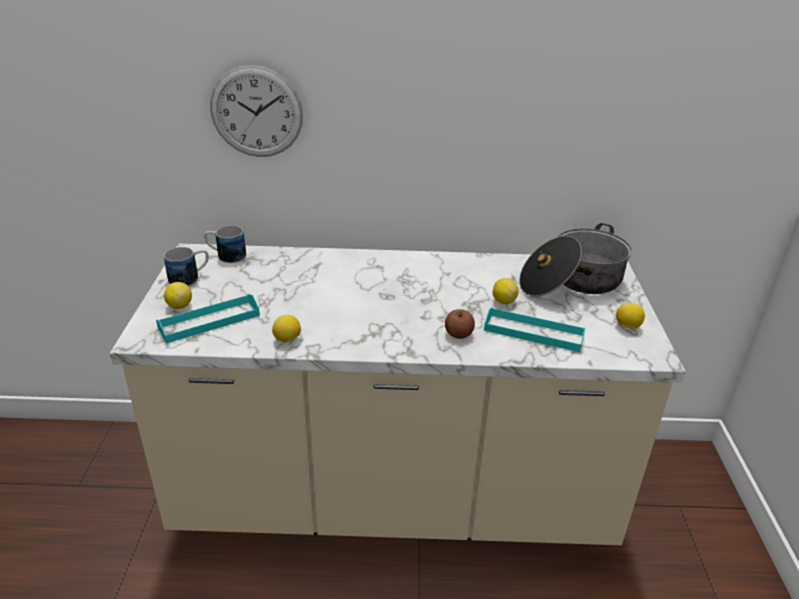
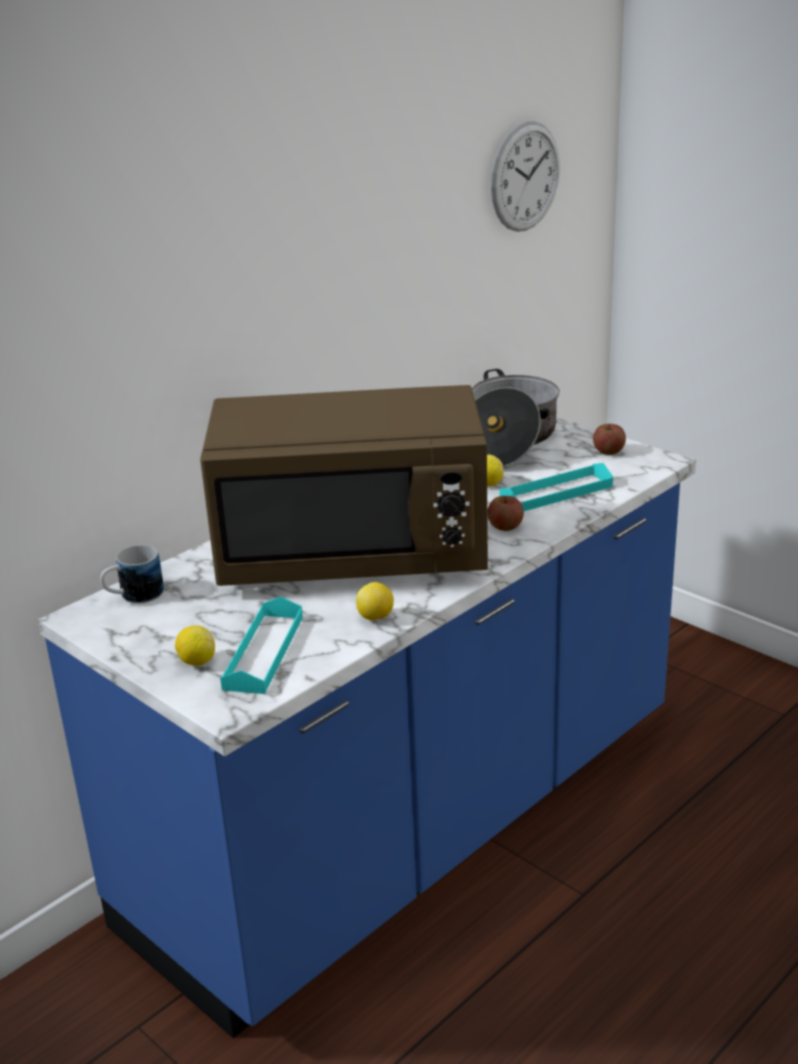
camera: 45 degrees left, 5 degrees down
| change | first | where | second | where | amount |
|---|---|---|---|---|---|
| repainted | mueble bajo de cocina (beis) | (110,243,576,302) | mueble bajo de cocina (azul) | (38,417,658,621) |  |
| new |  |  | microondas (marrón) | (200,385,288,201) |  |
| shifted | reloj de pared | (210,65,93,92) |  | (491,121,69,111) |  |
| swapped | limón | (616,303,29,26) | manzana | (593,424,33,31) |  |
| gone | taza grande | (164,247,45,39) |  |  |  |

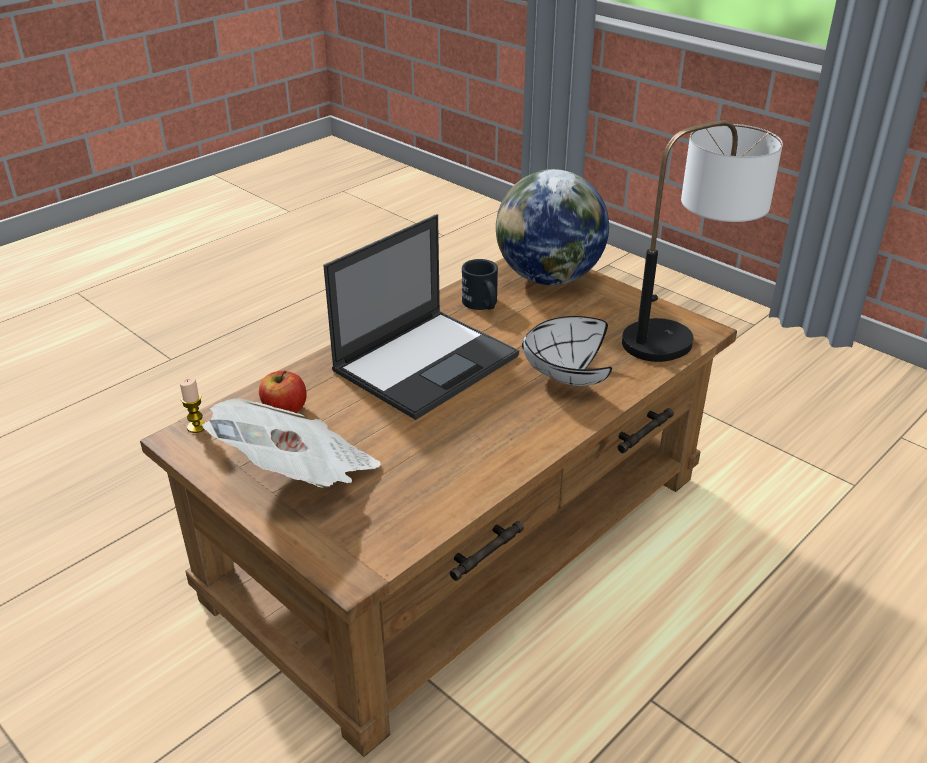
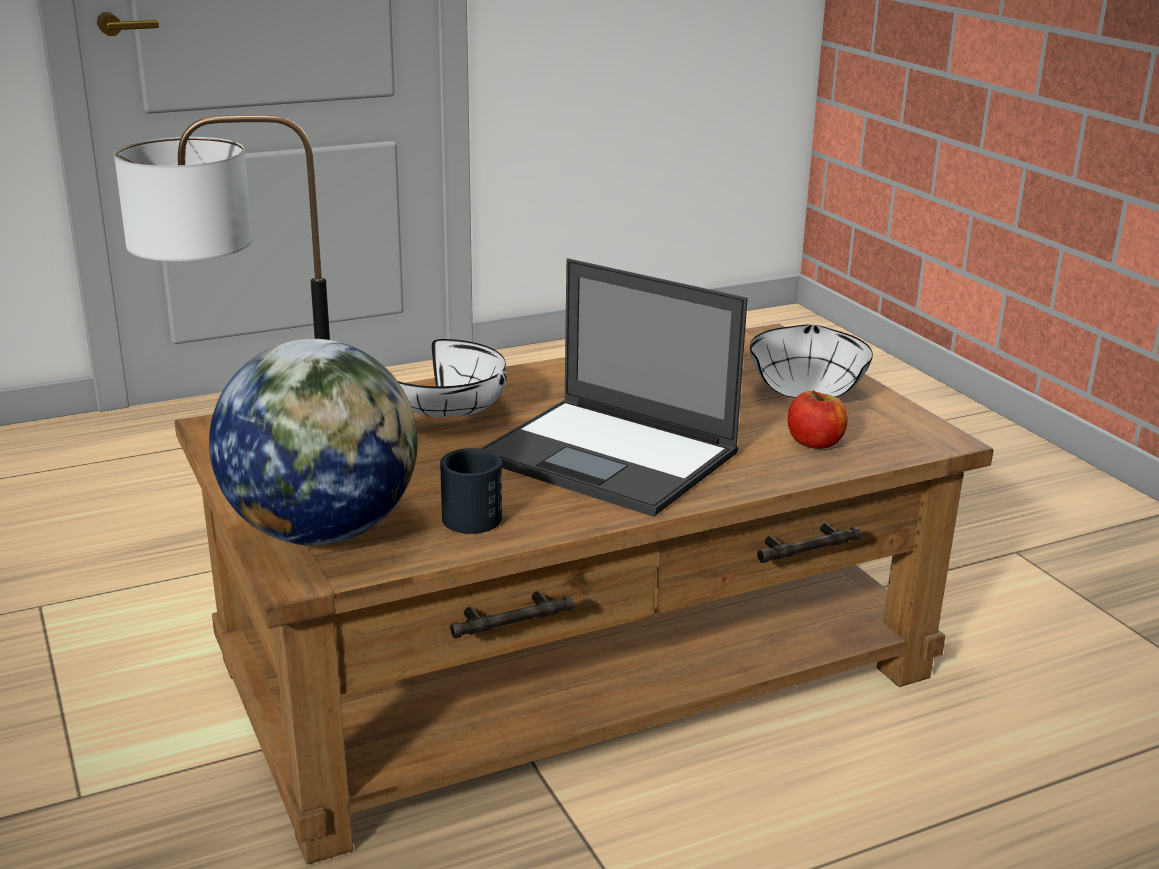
camera: 160 degrees left, 10 degrees down
| change | first | where | second | where | amount |
|---|---|---|---|---|---|
| rotated | portátil | (323,214,196,206) |  | (480,258,268,259) | 120 degrees counterclockwise |
| swapped | periódico | (202,398,179,90) | cuenco (blanco) | (750,324,123,74) |  |
| gone | vela | (180,376,25,57) |  |  |  |

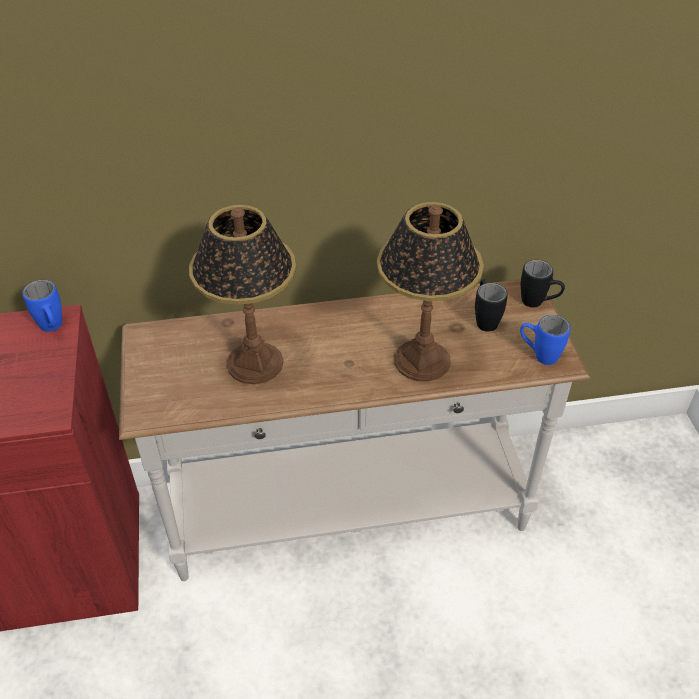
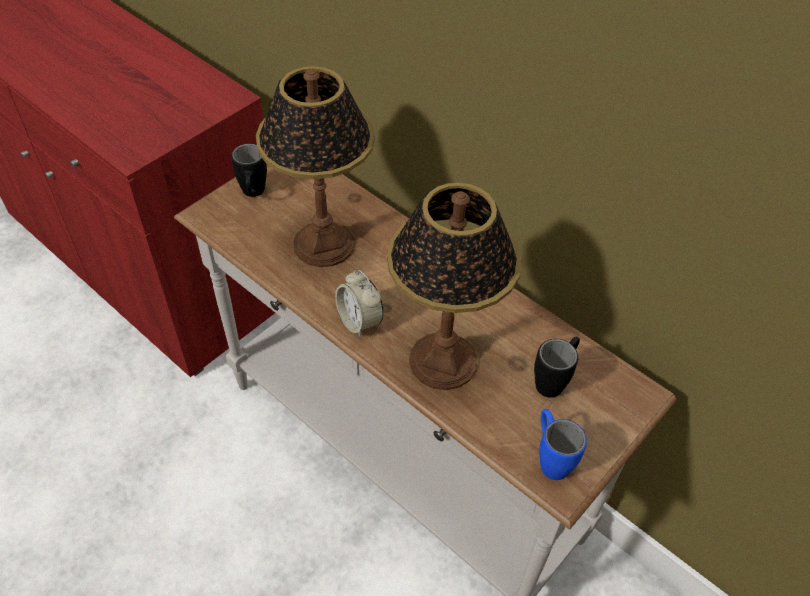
camera: 50 degrees right, 5 degrees up
| change | first | where | second | where | amount |
|---|---|---|---|---|---|
| shifted | taza grande (negro) | (521,260,44,48) |  | (231,144,36,53) |  |
| new |  |  | despertador | (335,270,48,67) |  |
| gone | taza grande (azul) | (22,280,40,52) |  |  |  |

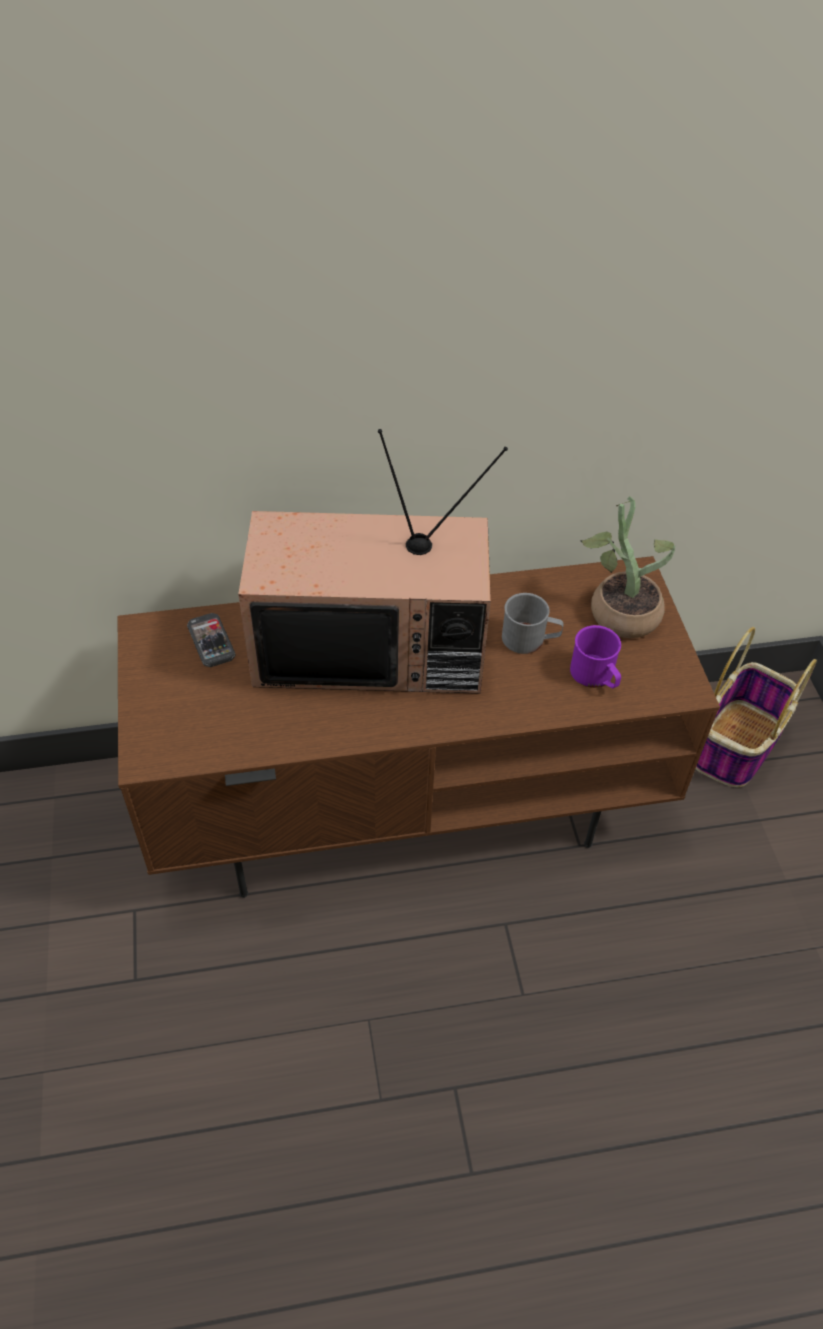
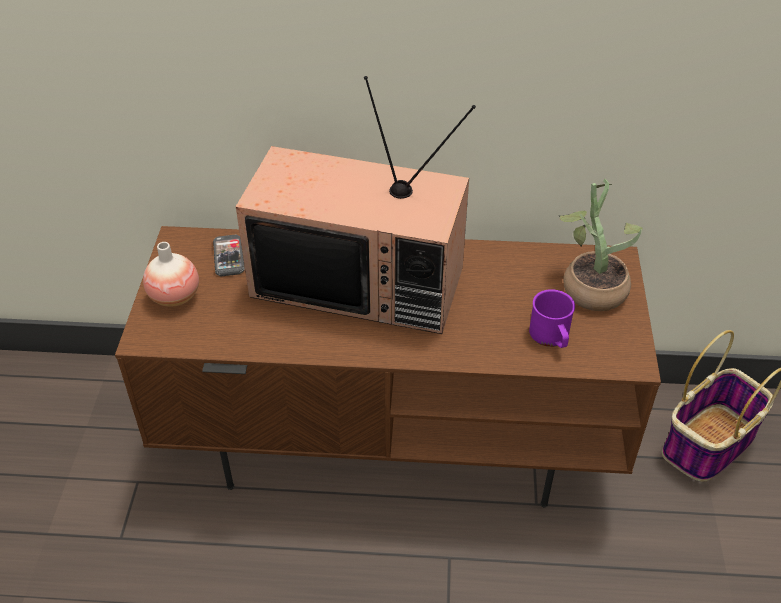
camera: 15 degrees right, 5 degrees down
| change | first | where | second | where | amount |
|---|---|---|---|---|---|
| new |  |  | florero | (143,242,56,65) |  |
| gone | taza grande (gris) | (502,593,62,61) |  |  |  |

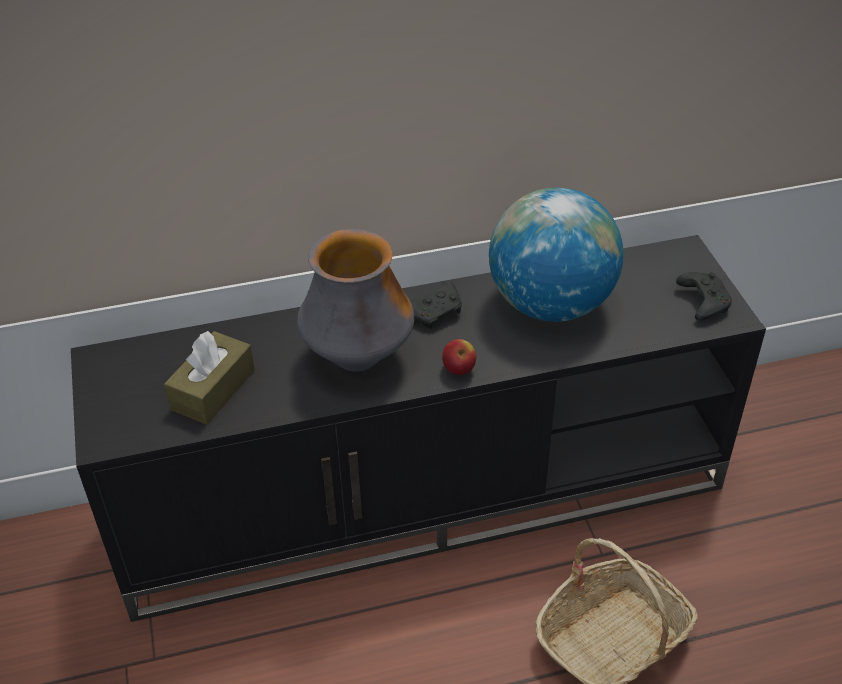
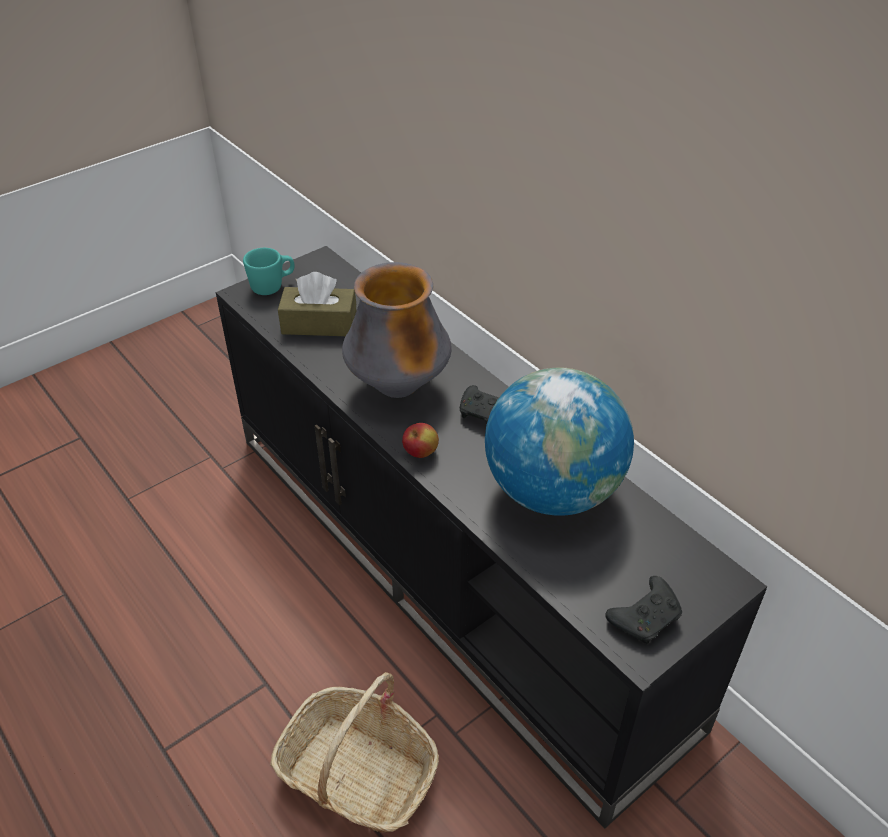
camera: 65 degrees right, 0 degrees up
| change | first | where | second | where | amount |
|---|---|---|---|---|---|
| new |  |  | taza grande (turquesa) | (243,248,52,47) |  |

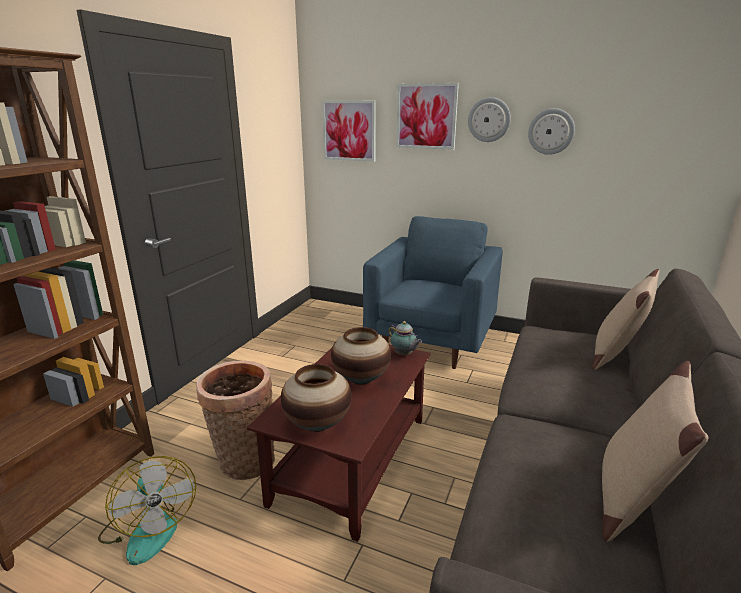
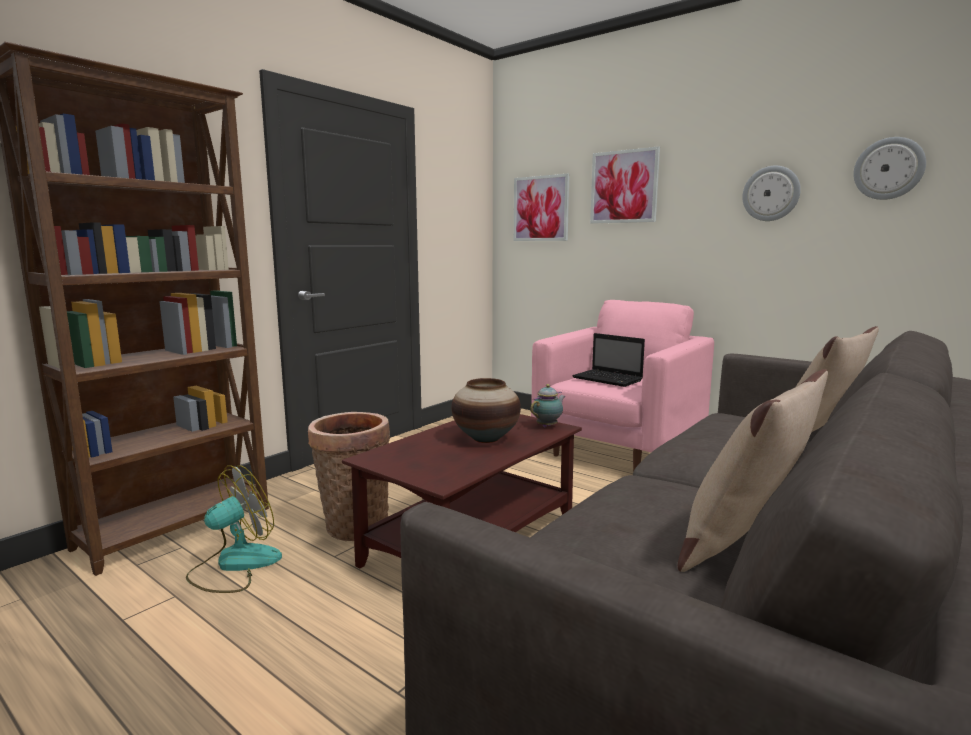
camera: 15 degrees right, 10 degrees down
| change | first | where | second | where | amount |
|---|---|---|---|---|---|
| rotated | ventilador | (98,456,98,109) |  | (186,465,96,128) | 120 degrees counterclockwise |
| rotated | tetera | (389,321,33,35) |  | (530,384,36,43) | 105 degrees counterclockwise |
| repainted | sillón (azul) | (363,216,140,153) | sillón (rosa) | (531,300,183,172) |  |
| new |  |  | portátil | (572,333,73,54) |  |
| shifted | reloj de pared | (468,97,43,45) |  | (853,137,73,63) |  |
| gone | florero | (281,364,70,68) |  |  |  |

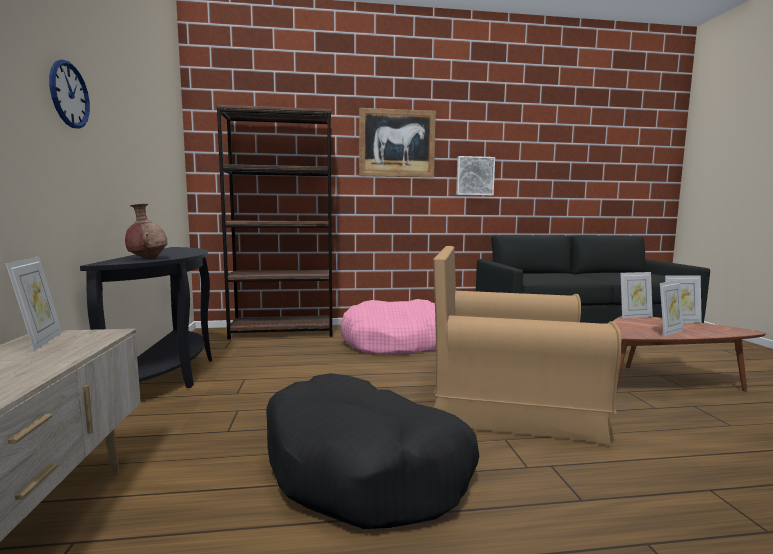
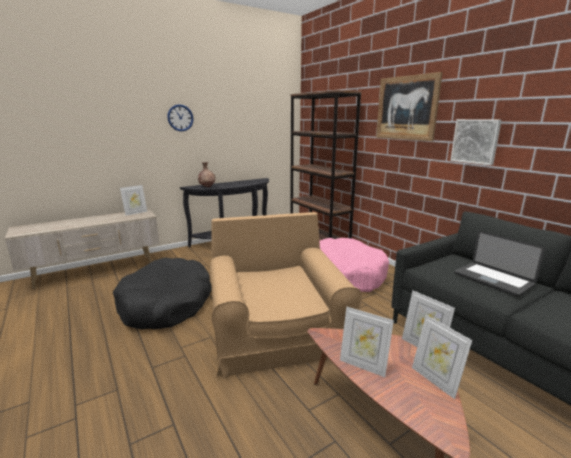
camera: 65 degrees right, 10 degrees up
| change | first | where | second | where | amount |
|---|---|---|---|---|---|
| new |  |  | portátil | (454,231,91,66) |  |

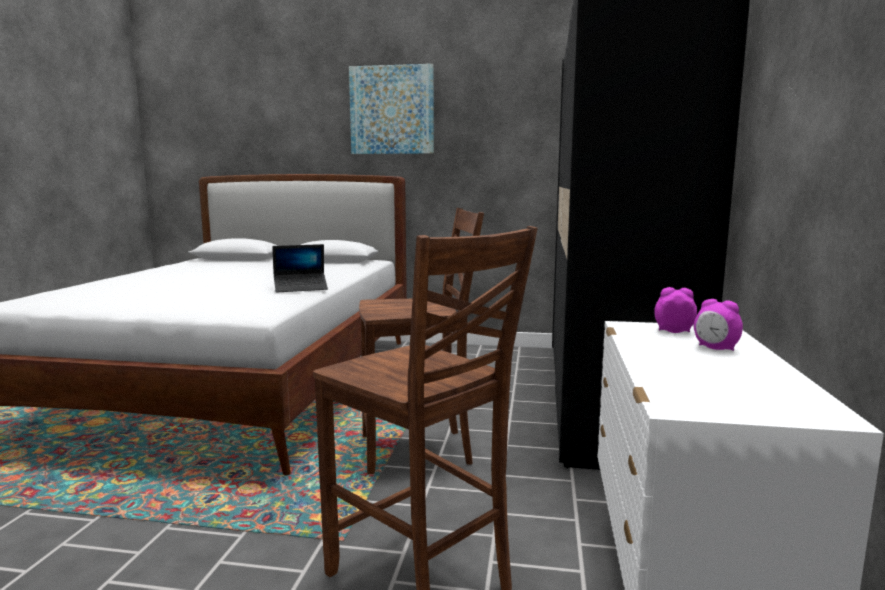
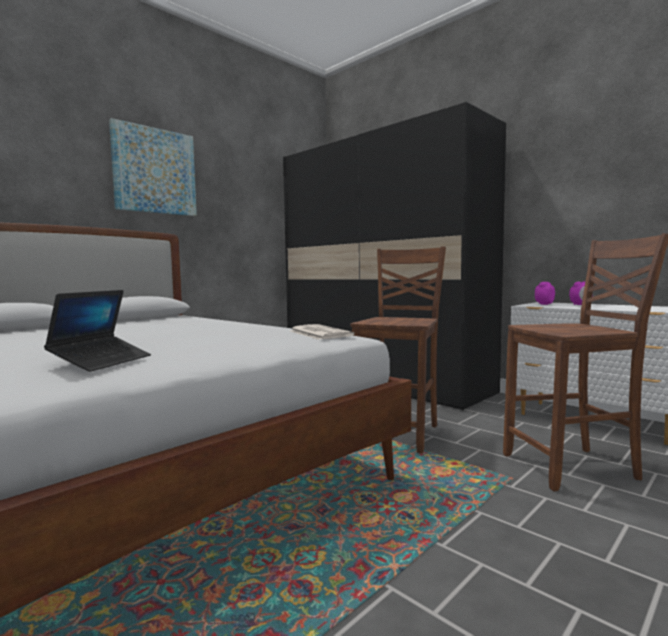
camera: 55 degrees left, 5 degrees down
| change | first | where | second | where | amount |
|---|---|---|---|---|---|
| shifted | portátil | (272,244,56,48) |  | (44,290,107,82) |  |
| new |  |  | periódico | (290,324,64,16) |  |

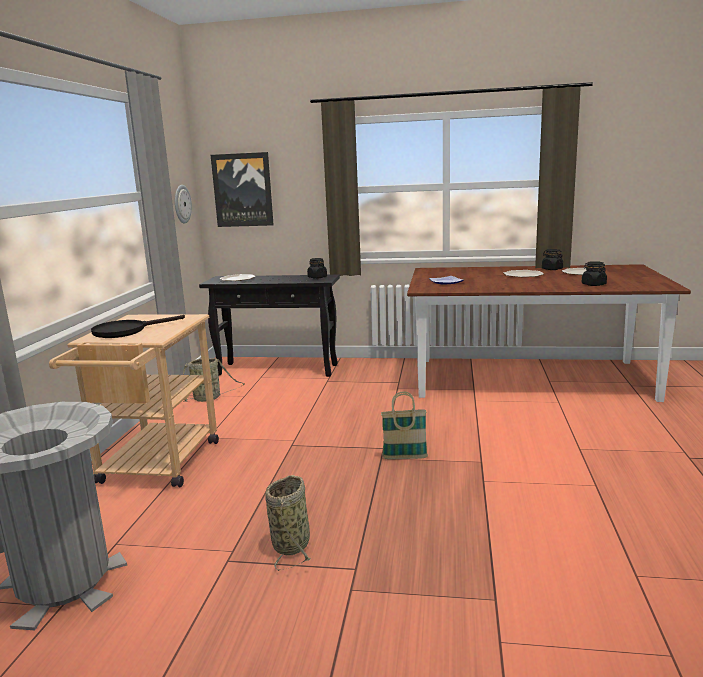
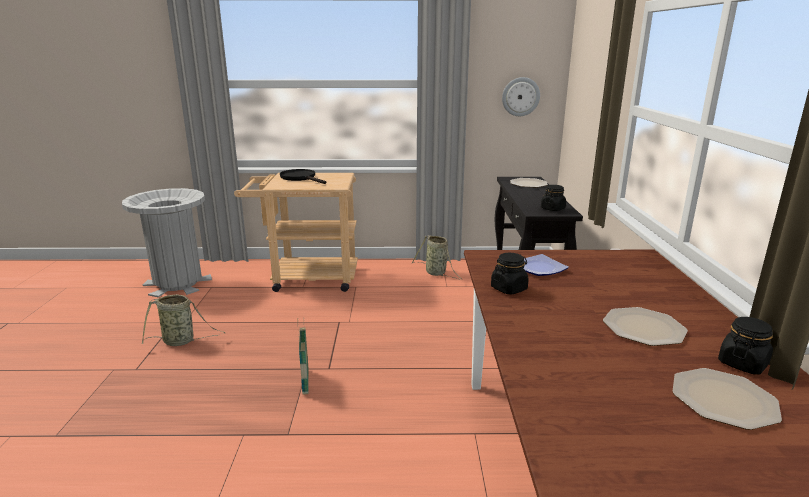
camera: 80 degrees right, 5 degrees up
| change | first | where | second | where | amount |
|---|---|---|---|---|---|
| shifted | tarro (negro) | (582,261,25,25) |  | (491,253,38,42) |  |
| gone | cuadro | (211,152,63,75) |  |  |  |

